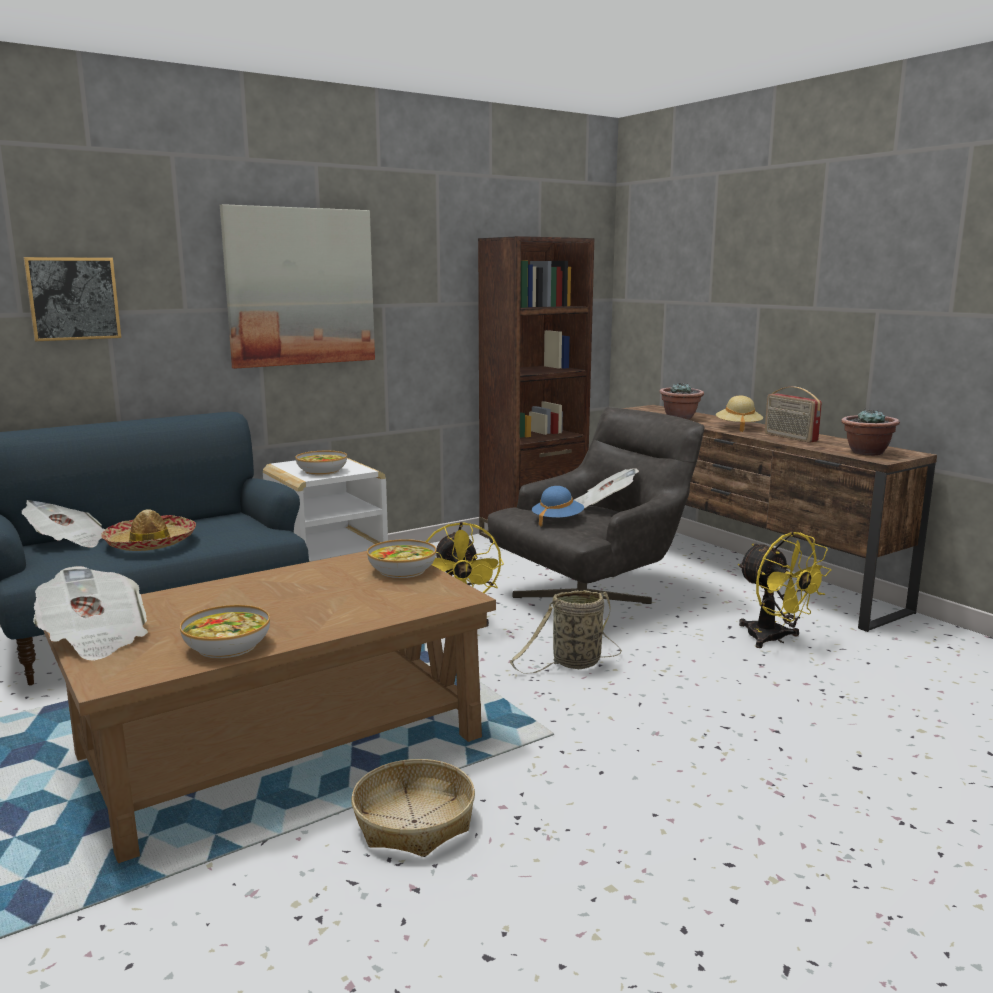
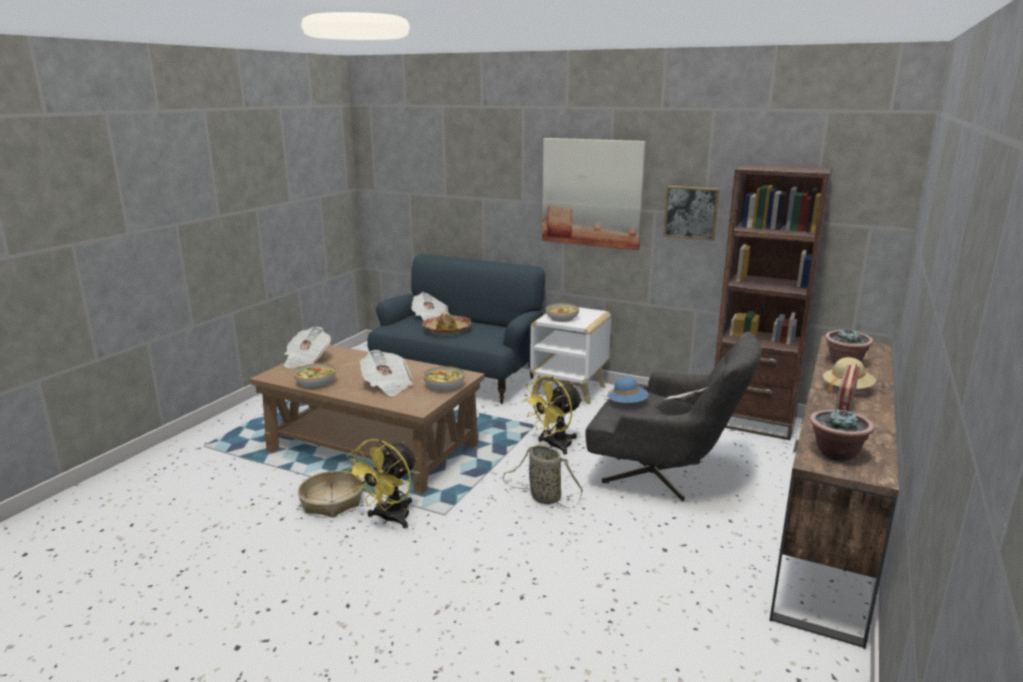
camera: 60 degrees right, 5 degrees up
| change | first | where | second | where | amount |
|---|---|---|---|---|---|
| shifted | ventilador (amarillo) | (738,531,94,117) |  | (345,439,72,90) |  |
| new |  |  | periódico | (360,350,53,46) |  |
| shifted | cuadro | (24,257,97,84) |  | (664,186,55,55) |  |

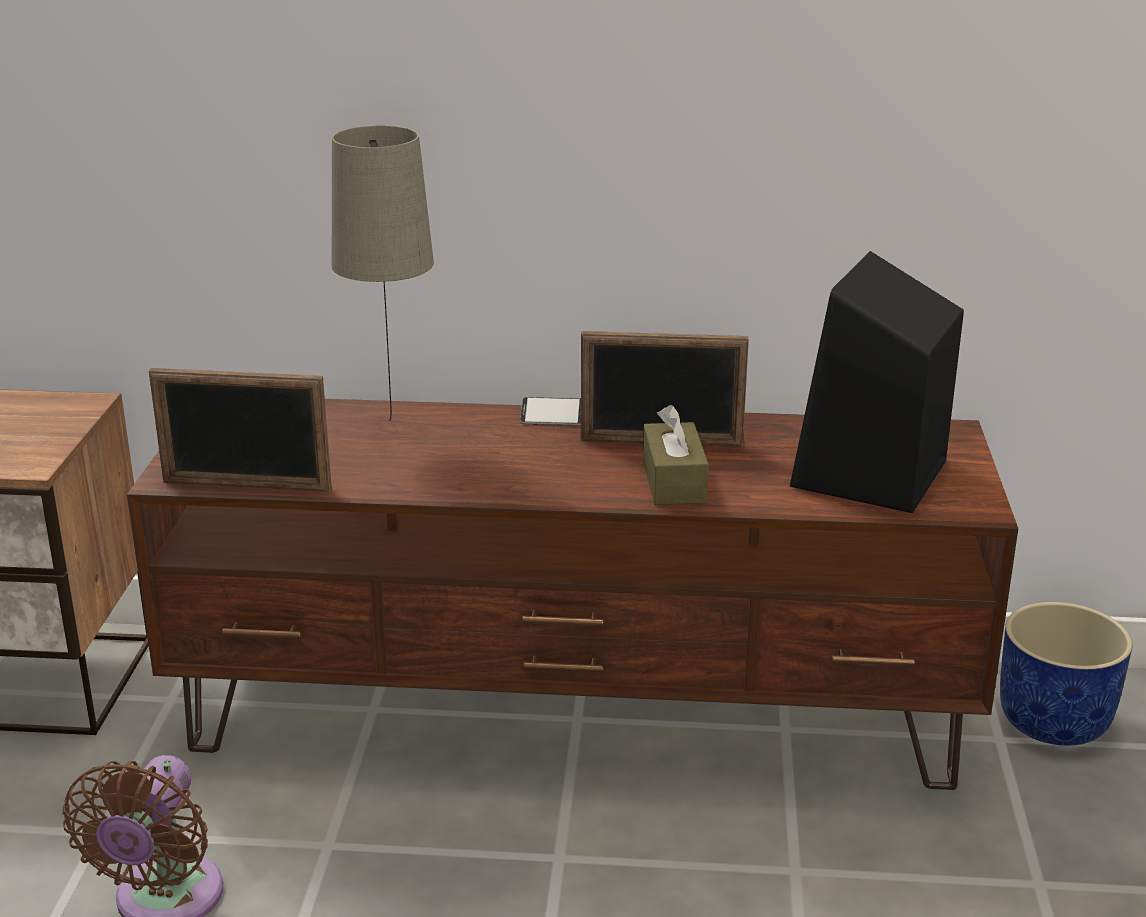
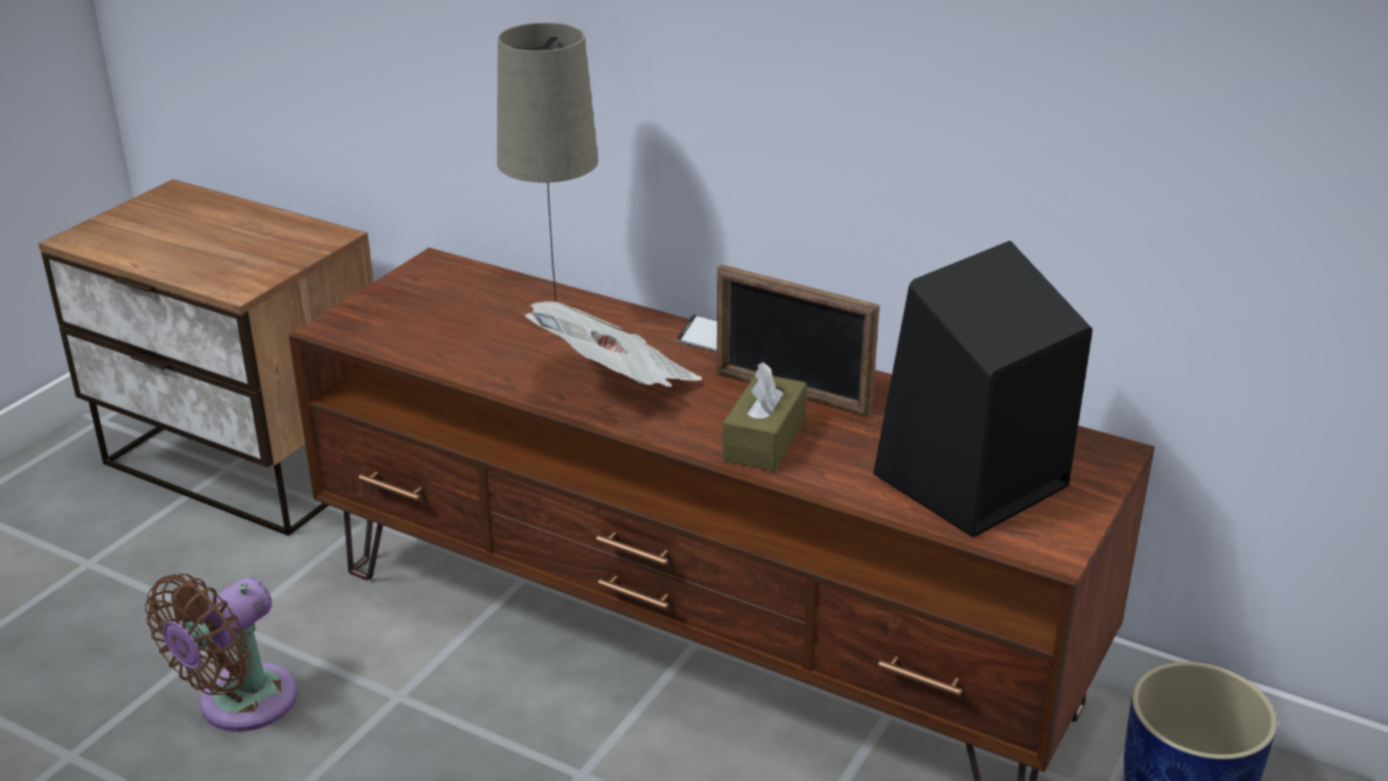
camera: 25 degrees right, 5 degrees up
| change | first | where | second | where | amount |
|---|---|---|---|---|---|
| new |  |  | periódico | (524,301,178,86) |  |
| gone | portarretratos | (149,368,183,124) |  |  |  |

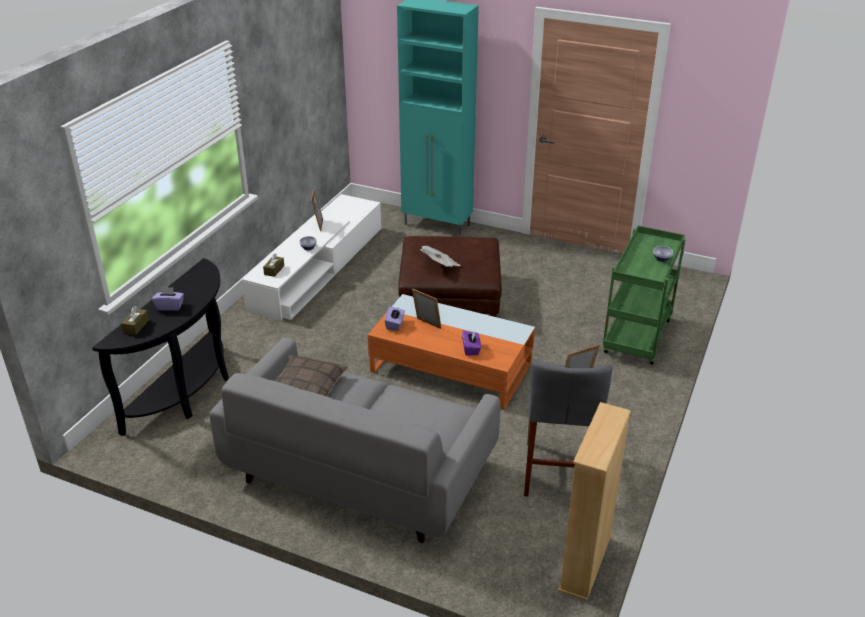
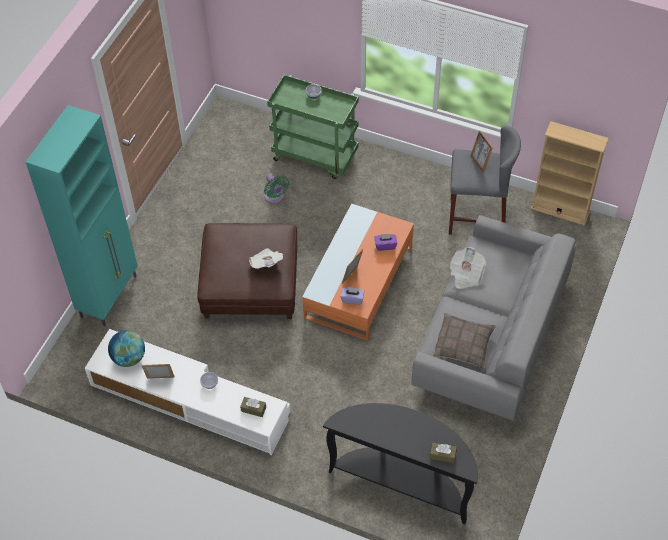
camera: 90 degrees left, 20 degrees up
| change | first | where | second | where | amount |
|---|---|---|---|---|---|
| new |  |  | globo terráqueo | (108,330,37,37) |  |
| new |  |  | ventilador (verde) | (264,173,25,31) |  |
| new |  |  | periódico | (449,247,37,42) |  |
| gone | caja de pañuelos (morado) | (152,287,32,24) |  |  |  |

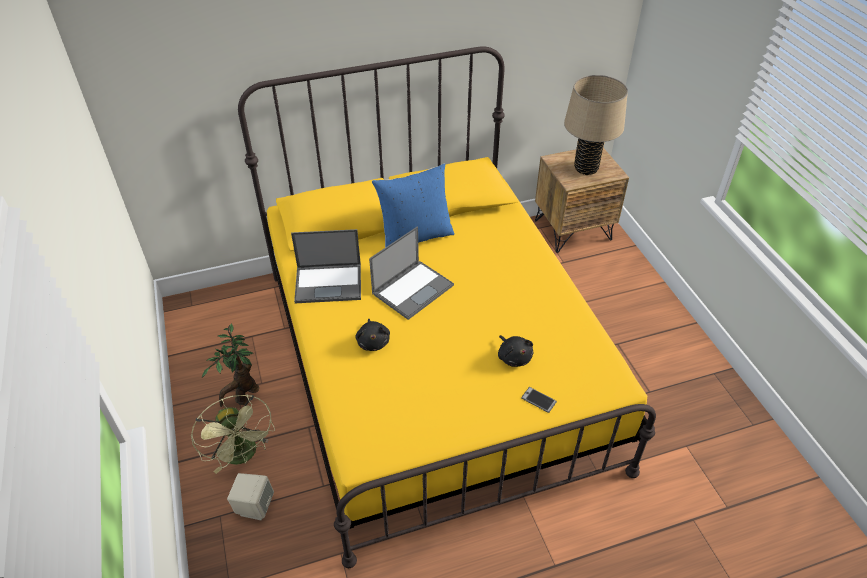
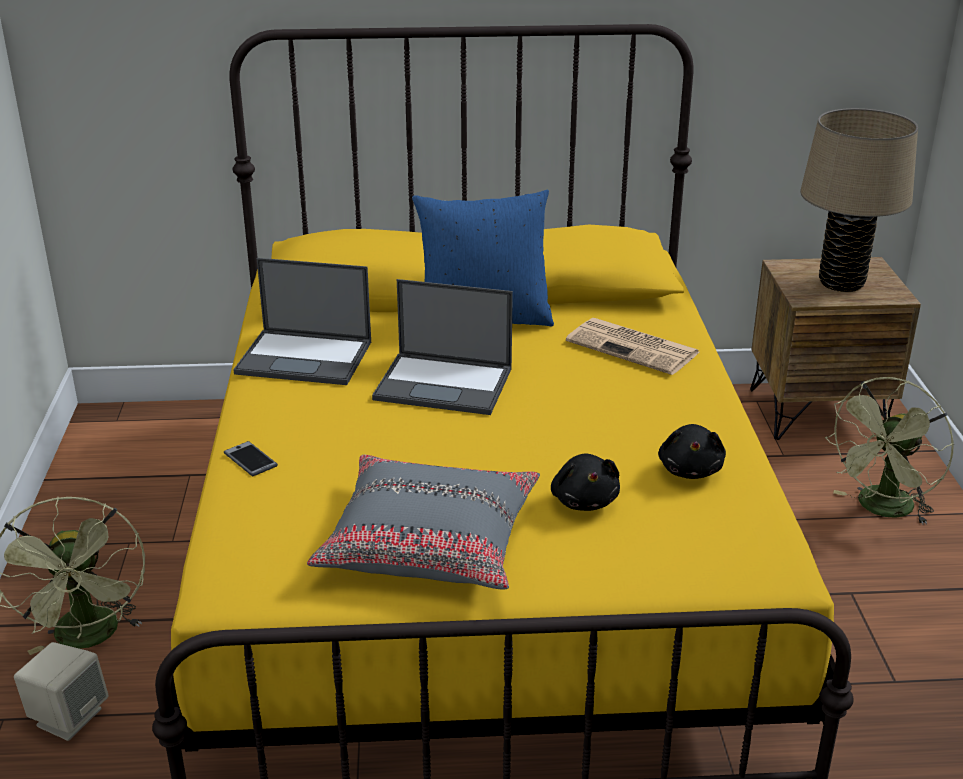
camera: 15 degrees right, 15 degrees down
| change | first | where | second | where | amount |
|---|---|---|---|---|---|
| shifted | móvil | (521,387,36,26) |  | (224,441,54,35) |  |
| new |  |  | cojín (gris) | (307,455,233,134) |  |
| rotated | portátil | (369,226,85,94) |  | (372,279,141,136) | 45 degrees clockwise |
| new |  |  | periódico | (566,318,133,57) |  |
| shifted | peluche (negro) | (355,319,35,32) |  | (658,424,68,55) |  |
| new |  |  | ventilador (verde) | (825,377,129,148) |  |
| gone | planta en maceta | (202,323,57,84) |  |  |  |

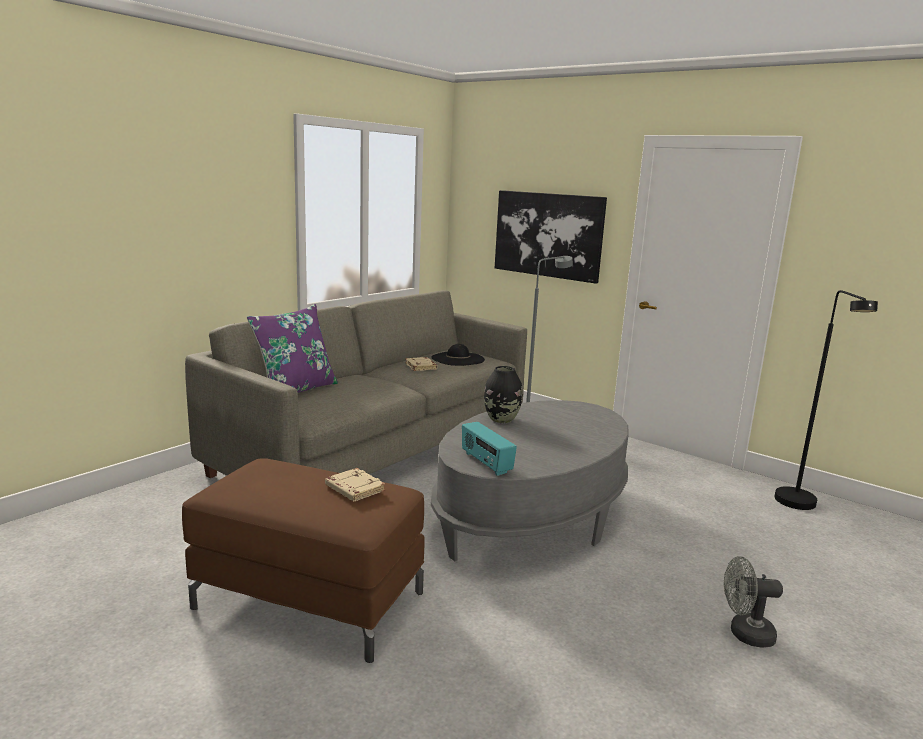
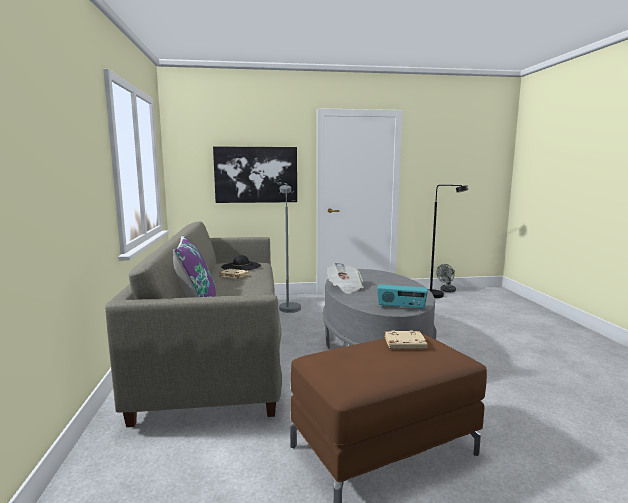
camera: 45 degrees left, 5 degrees down
| change | first | where | second | where | amount |
|---|---|---|---|---|---|
| swapped | florero (negro) | (484,366,38,57) | periódico | (327,263,37,31) |  |
| shifted | ventilador (gris) | (724,556,59,92) |  | (436,264,20,28) |  |

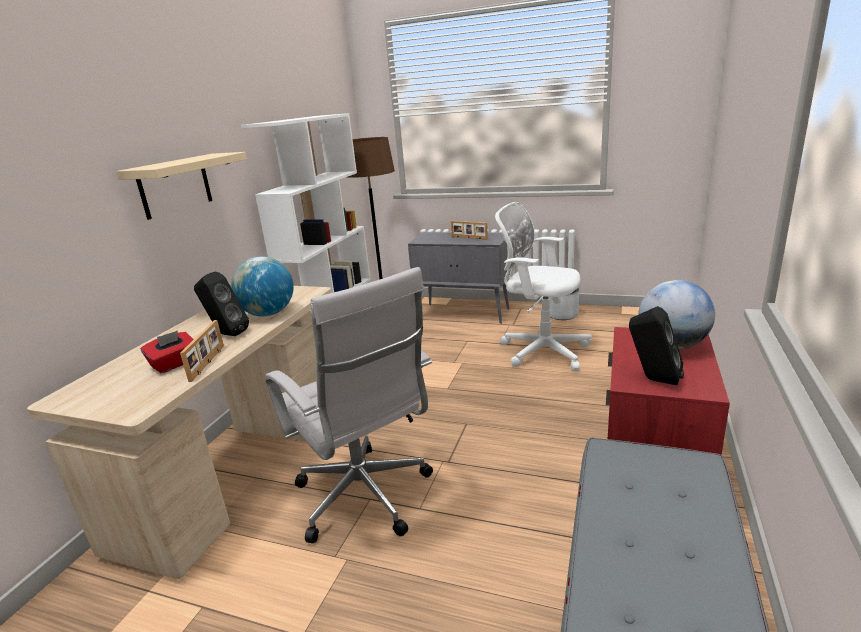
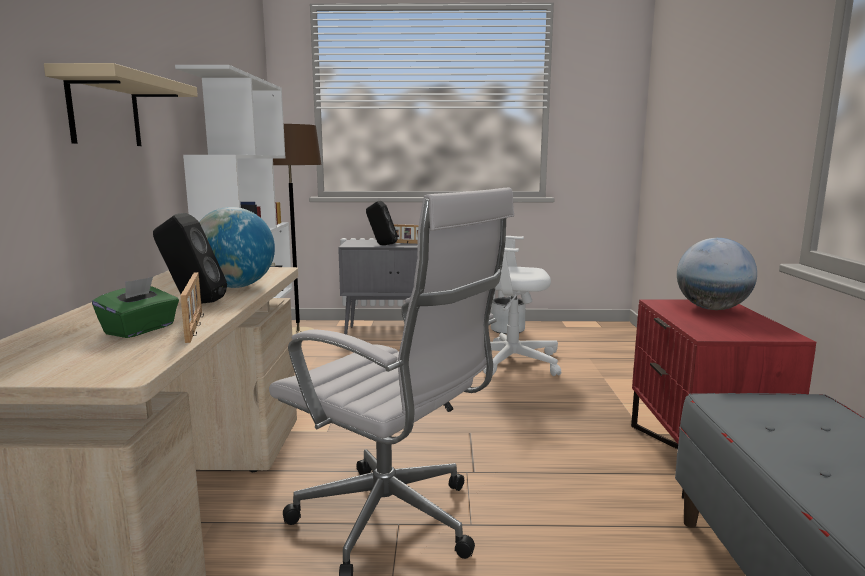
camera: 20 degrees left, 10 degrees down
| change | first | where | second | where | amount |
|---|---|---|---|---|---|
| repainted | caja de pañuelos (rojo) | (140,330,54,43) | caja de pañuelos (verde) | (92,277,87,61) |  |
| shifted | altavoz (negro) | (629,306,55,79) |  | (366,201,32,44) |  |

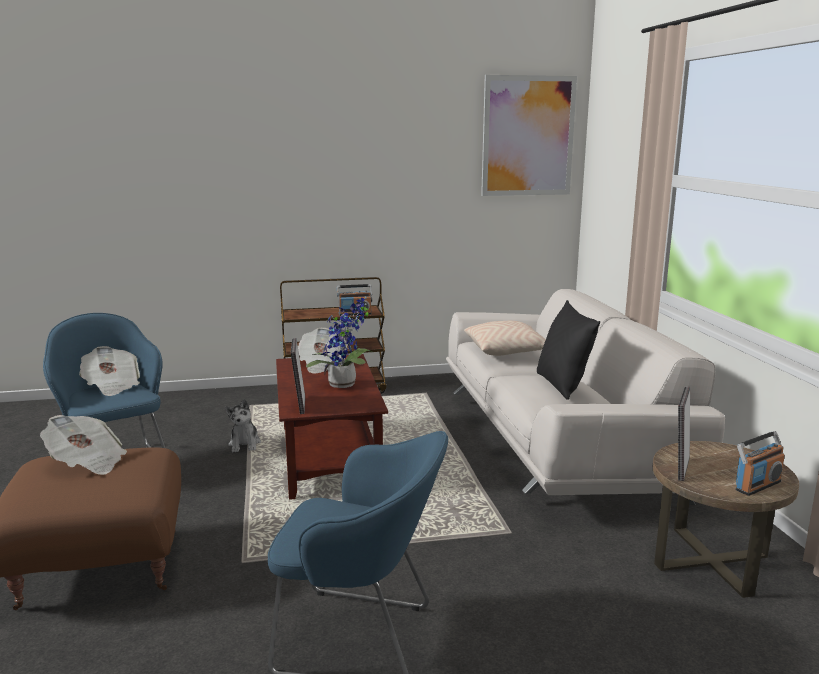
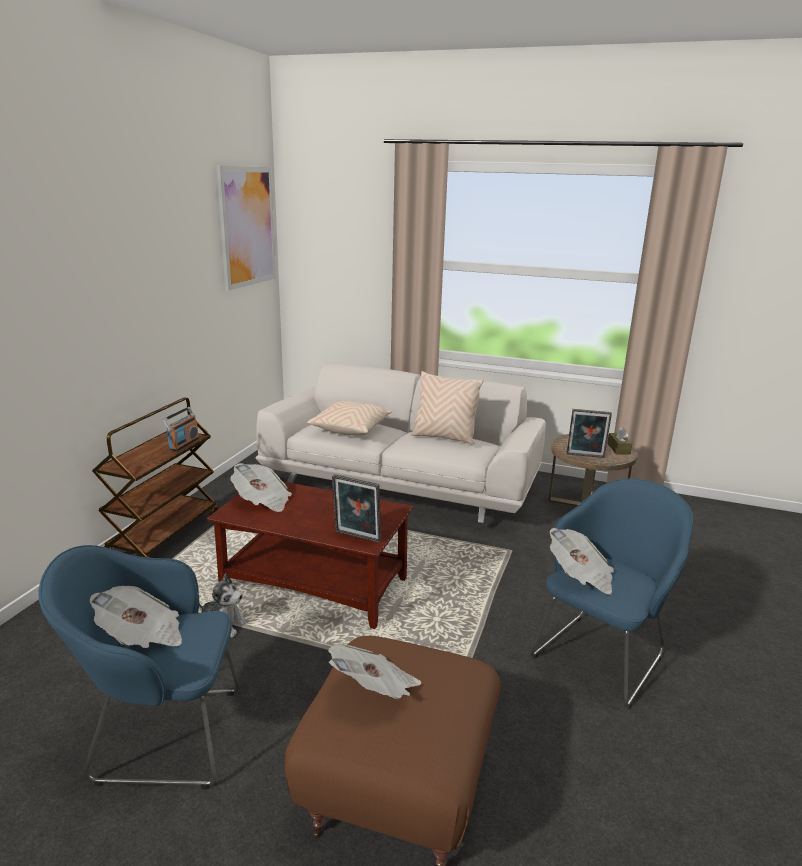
camera: 60 degrees left, 5 degrees up
| change | first | where | second | where | amount |
|---|---|---|---|---|---|
| repainted | cojín (negro) | (537,300,63,100) | cojín (beis) | (411,371,73,73) |  |
| new |  |  | periódico | (550,528,64,66) |  |
| rotated | portarretratos | (678,387,12,94) |  | (567,409,45,49) | 45 degrees counterclockwise |
| swapped | radio | (736,431,49,65) | caja de pañuelos (marrón) | (607,427,25,28) |  |
| gone | planta en maceta | (306,297,67,91) |  |  |  |

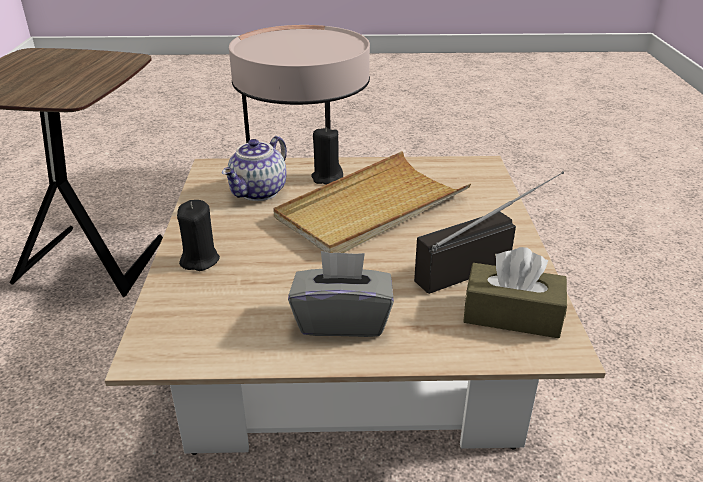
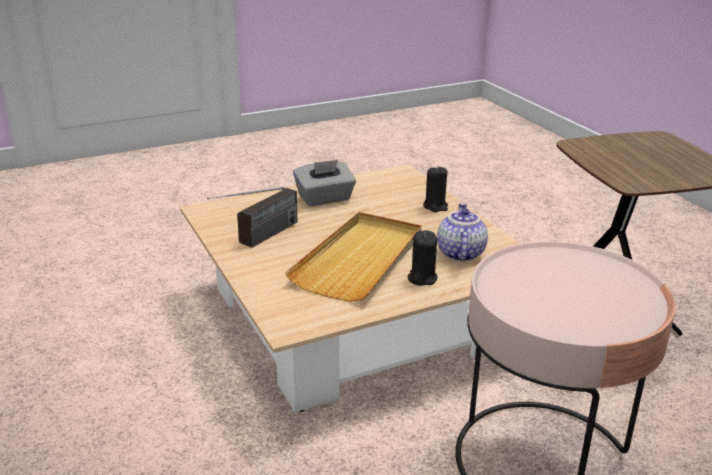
camera: 155 degrees right, 5 degrees down
| change | first | where | second | where | amount |
|---|---|---|---|---|---|
| gone | caja de pañuelos (marrón) | (463,247,104,91) |  |  |  |

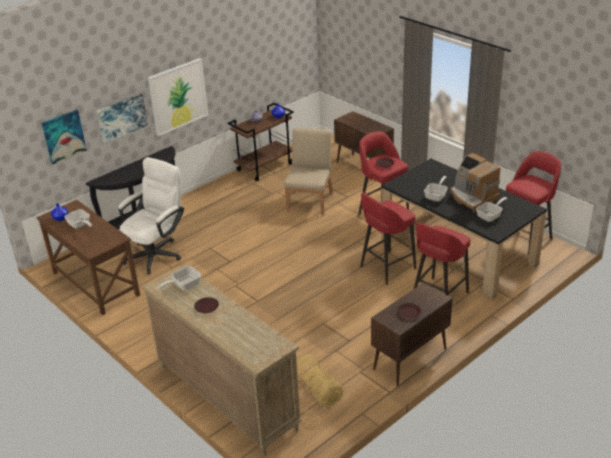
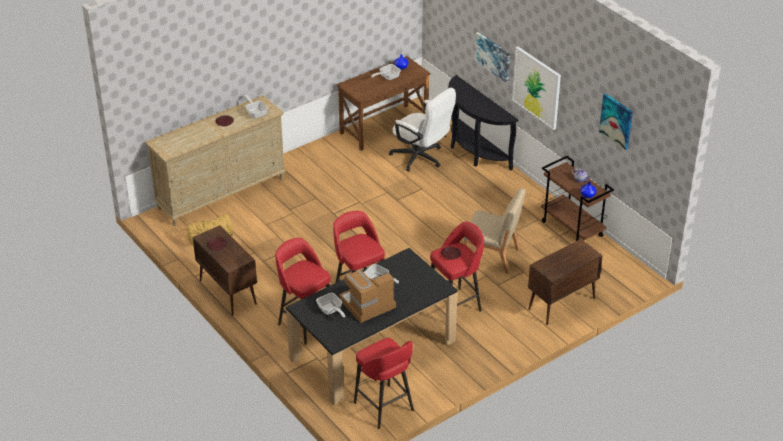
camera: 95 degrees right, 5 degrees up
| change | first | where | second | where | amount |
|---|---|---|---|---|---|
| shifted | cuadro | (42,110,45,54) |  | (599,94,34,56) |  |

